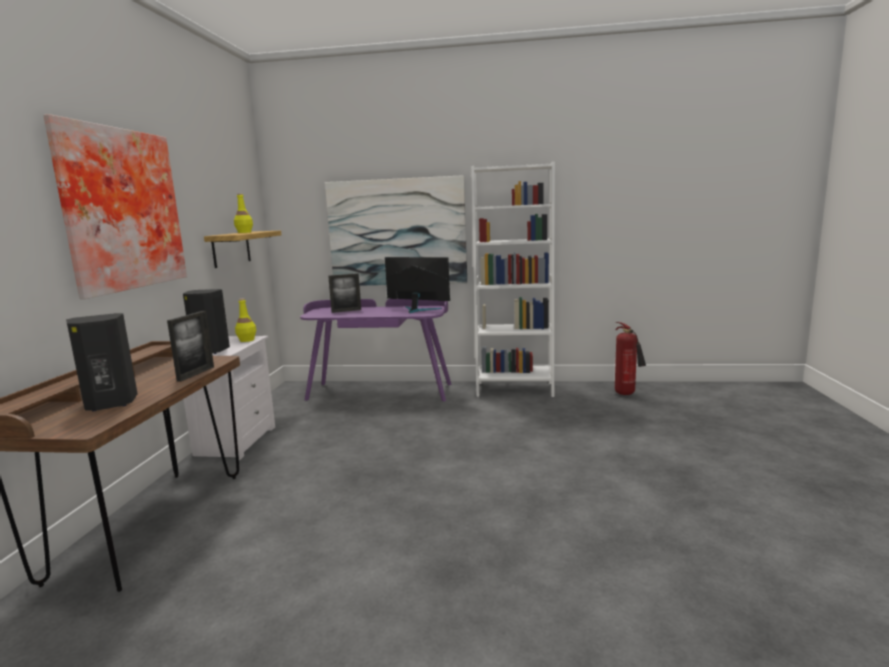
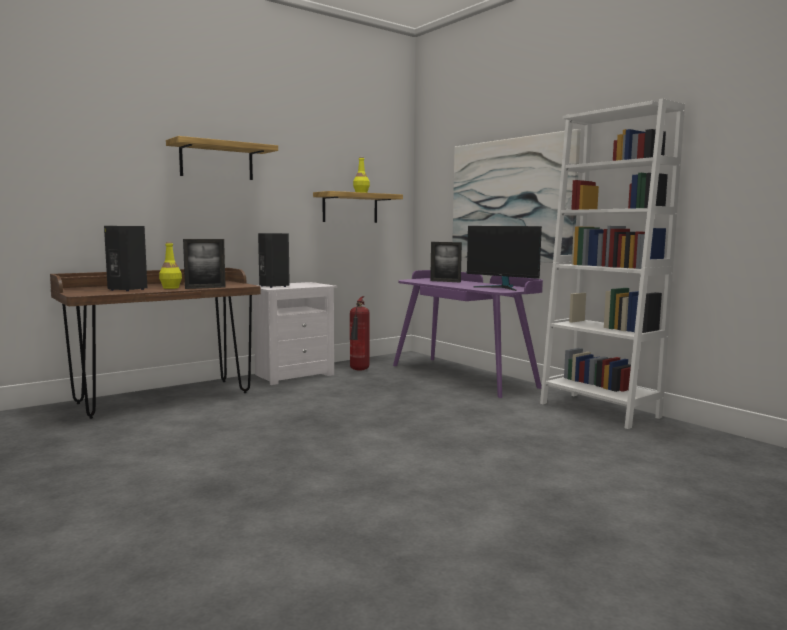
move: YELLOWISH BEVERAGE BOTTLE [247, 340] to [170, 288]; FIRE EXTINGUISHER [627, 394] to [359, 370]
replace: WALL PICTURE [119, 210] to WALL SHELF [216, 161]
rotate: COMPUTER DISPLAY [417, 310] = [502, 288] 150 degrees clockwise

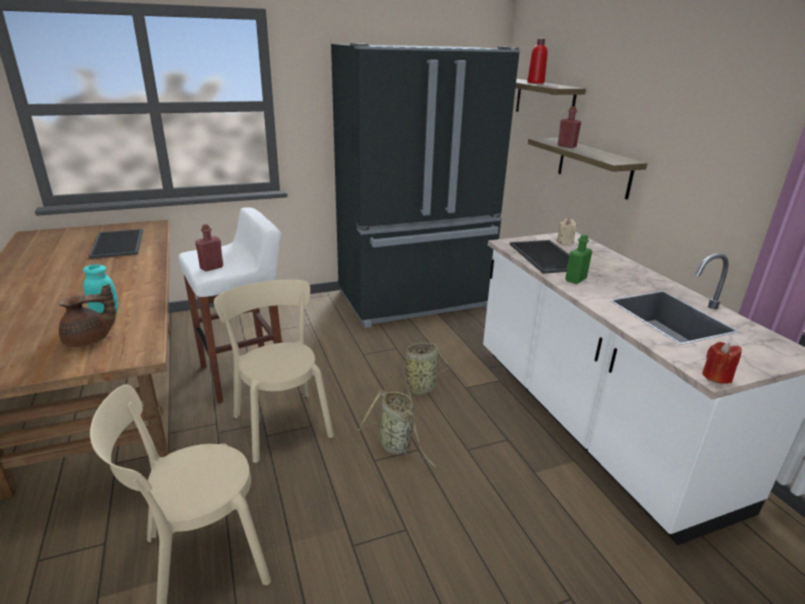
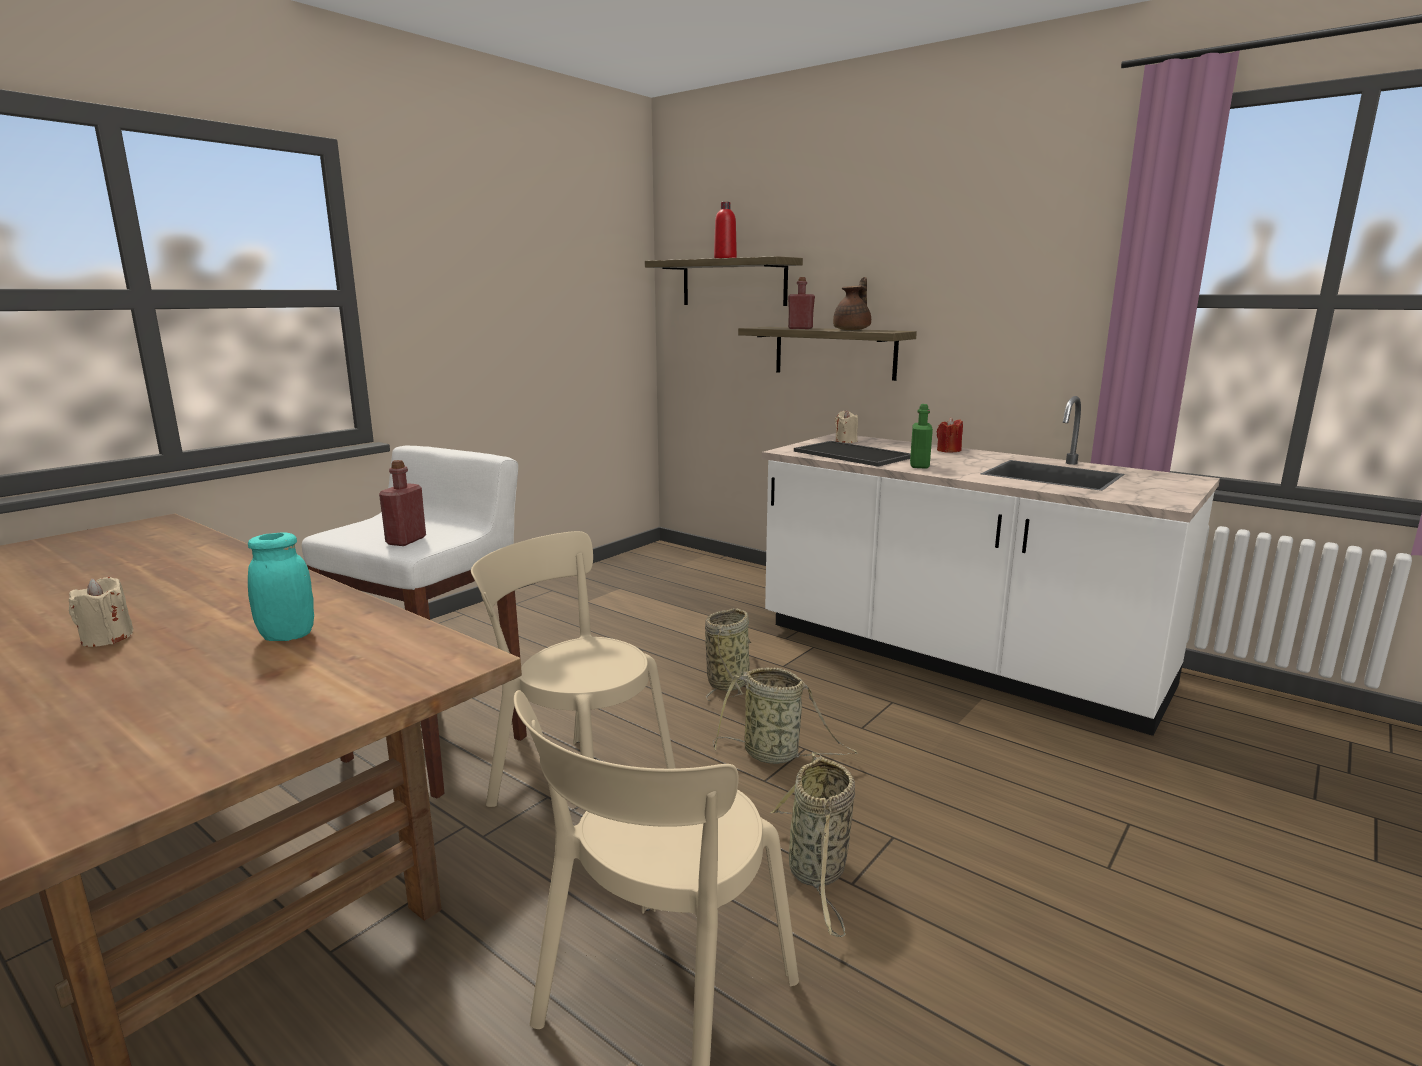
delete: BLACK KITCHEN FRIDGE [415, 300]; SERVING TRAY [119, 244]
insert: BEIGE-COLOURED WAX CANDLE [107, 638]; STORAGE BASKET [818, 873]
move: BROWNISH POT FOR TEA [90, 340] to [853, 329]; RED WAX CANDLE [716, 376] to [948, 451]

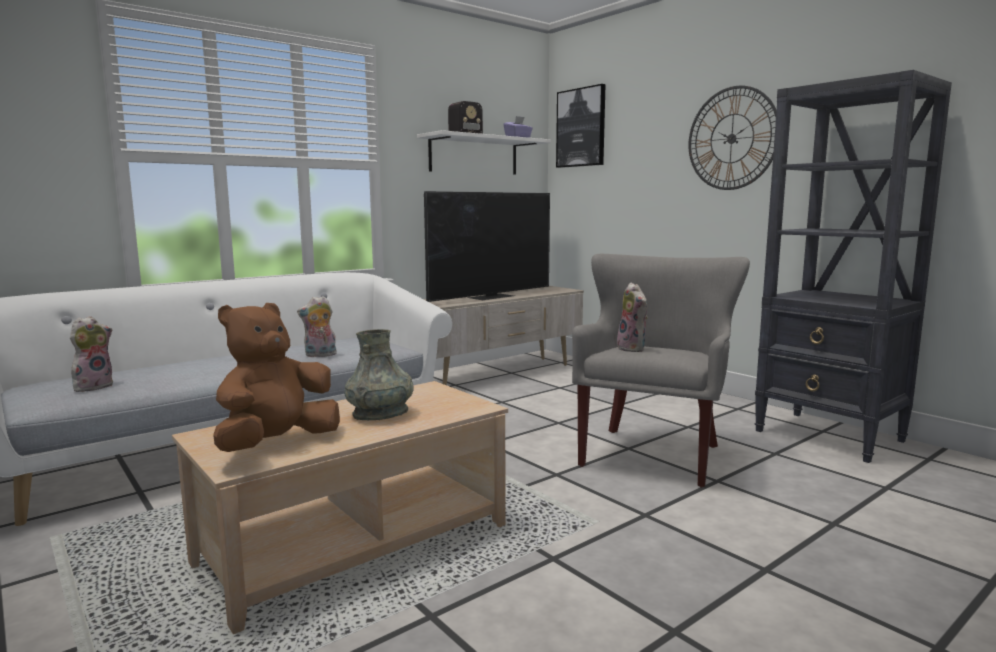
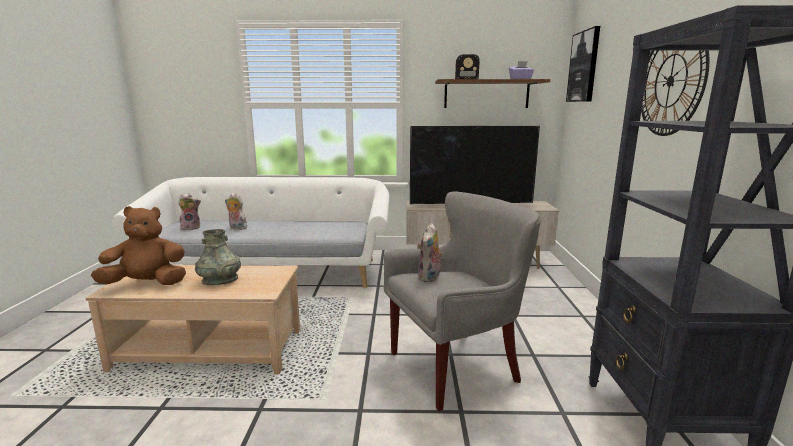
move: SOFT TOY [320, 355] to [237, 228]
recolor: WHITE-COLOURED WALL SHELF [474, 155] to BROWNISH WALL SHELF [486, 94]

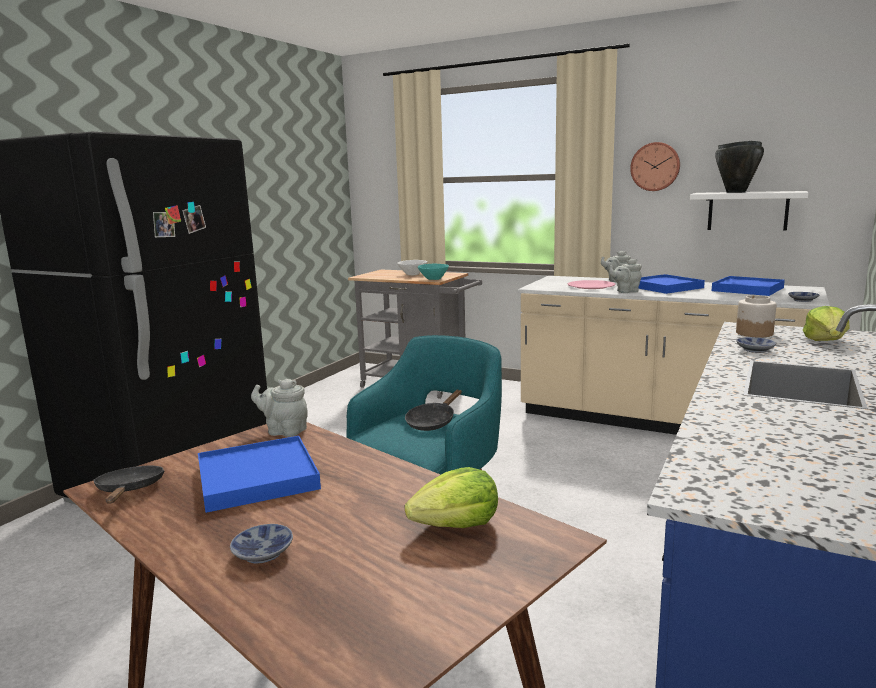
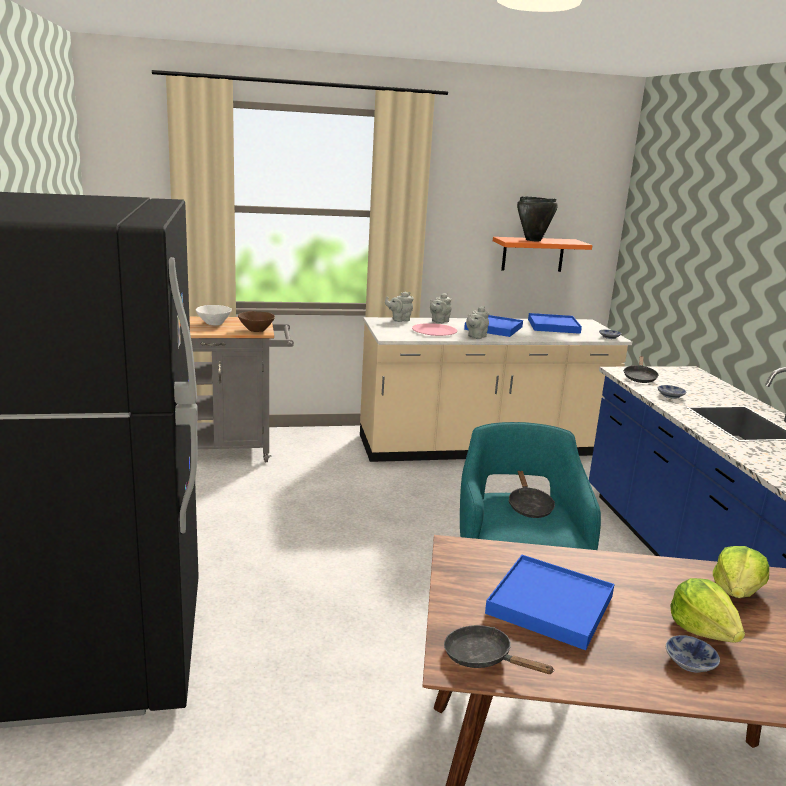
delete: CLOCK ON THE WALL [655, 166]
move: LETTUCE HEAD [826, 341] to [703, 629]; GREYISH POT FOR TEA [284, 431] to [399, 320]
replace: PRESERVE JAR [754, 333] to BLACK FRYING PAN [639, 377]
recolor: WHITE-COLOURED WALL SHELF [747, 211] to ORANGEY WALL SHELF [533, 254]; TURQUOISE DEEP DISH [433, 279] to BROWNISH DEEP DISH [256, 330]

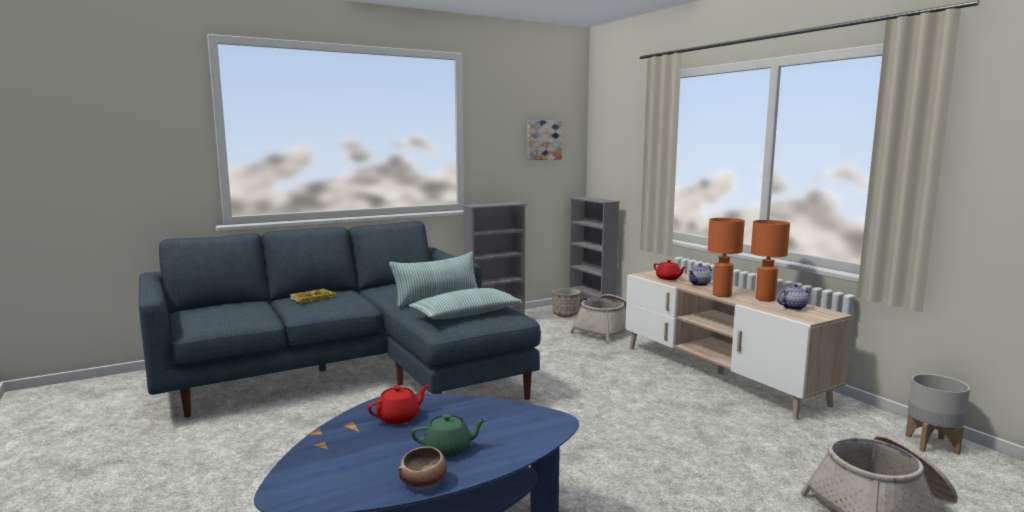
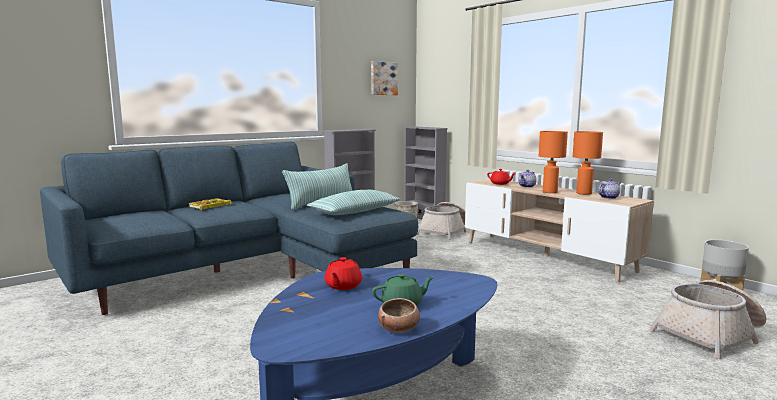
rotate: RED POT FOR TEA [399, 417] = [342, 286] 150 degrees clockwise

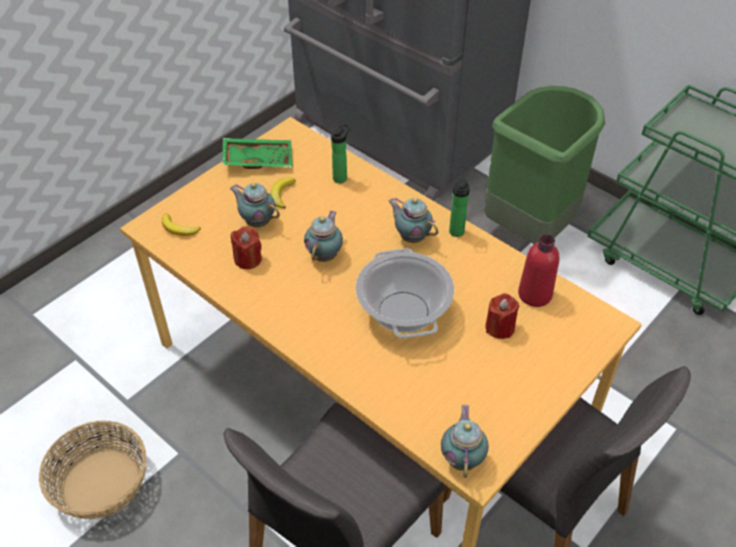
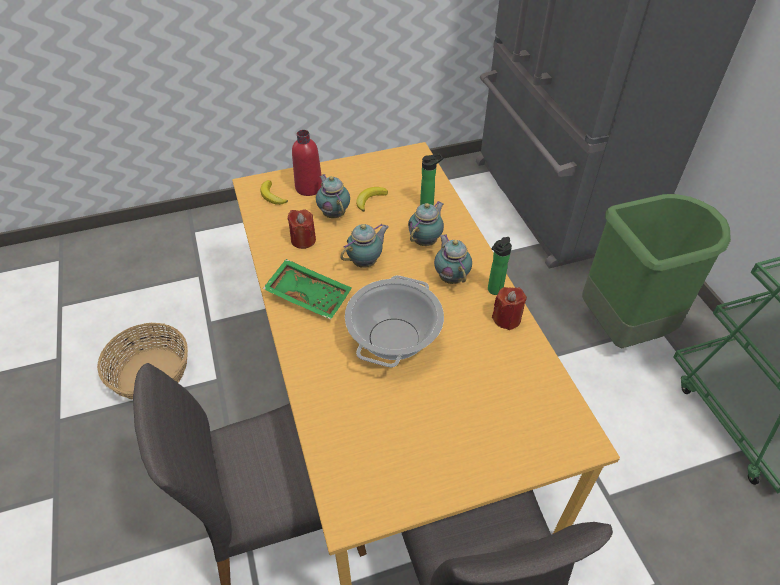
move: GREENISH SERVING TRAY [258, 159] to [309, 295]; RED BEVERAGE BOTTLE [535, 294] to [309, 187]; RED WAX CANDLE [499, 327] to [507, 319]; POT FOR TEA [462, 458] to [426, 241]

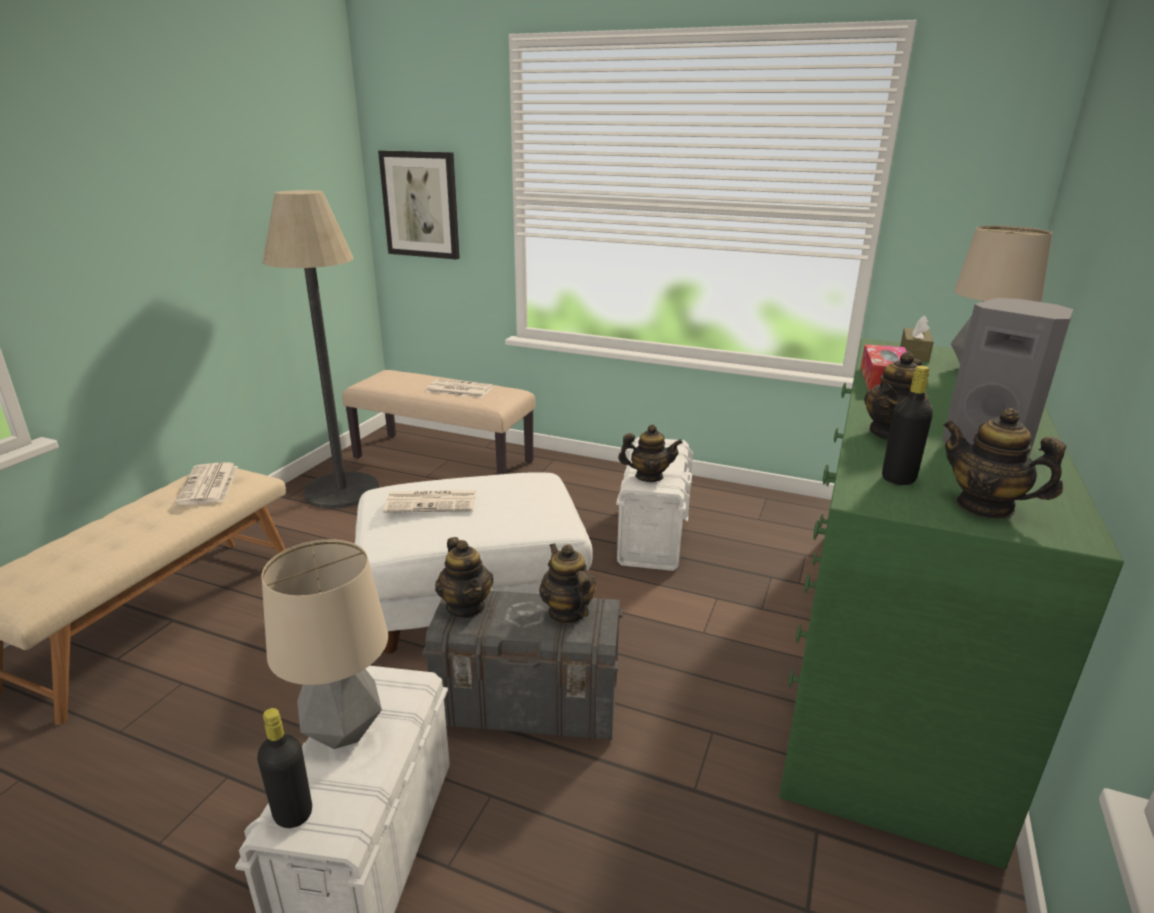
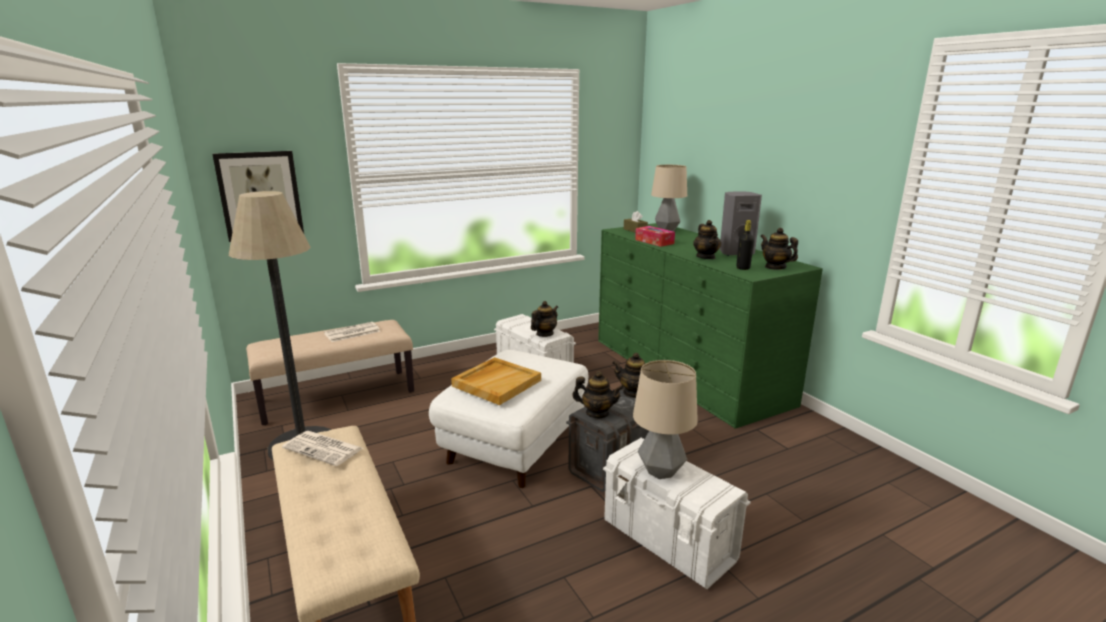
delete: BLACK BEVERAGE BOTTLE [293, 813]
replace: DAILY PAPER [432, 502] to BEIGE-COLOURED SERVING TRAY [496, 383]
rotate: POT FOR TEA [985, 506] = [775, 267] 60 degrees clockwise

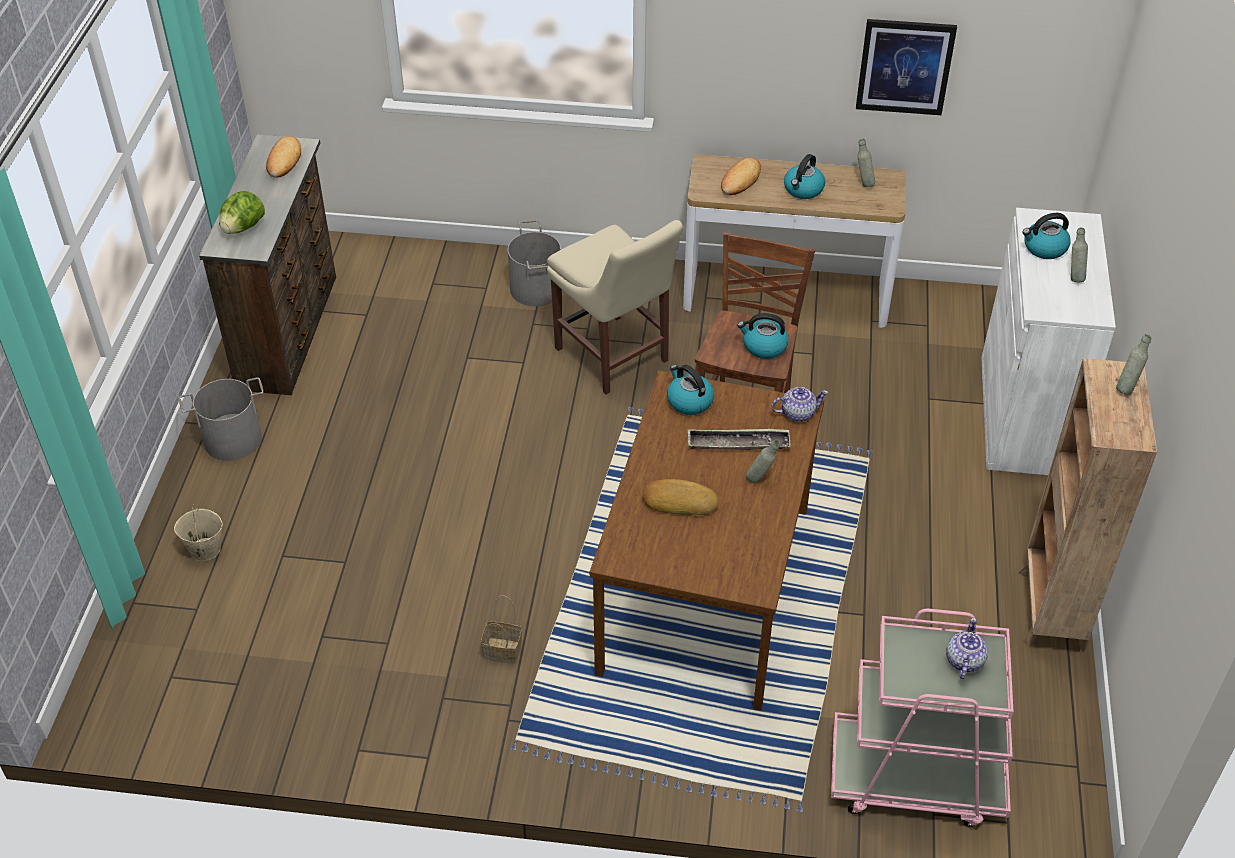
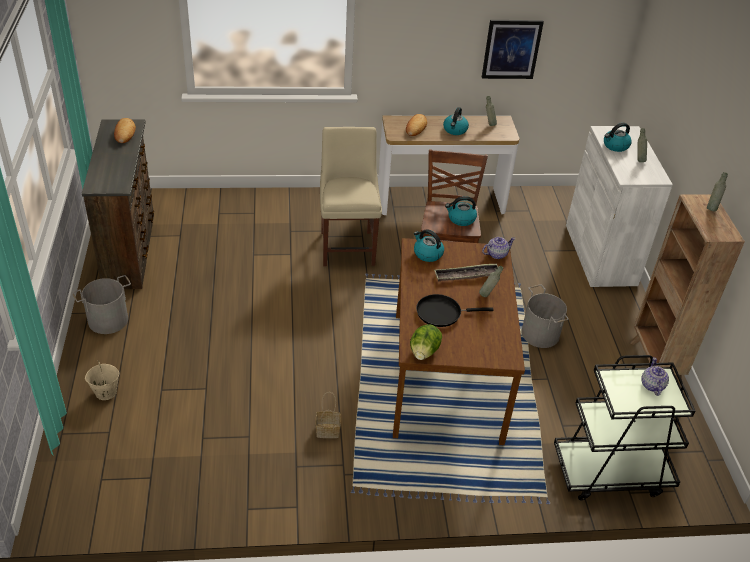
move: LETTUCE HEAD [243, 227] to [424, 352]; GREYISH BUCKET [537, 288] to [540, 334]
replace: BREAD [679, 501] to BLACK FRYING PAN [442, 313]
recolor: PINK TROLLEY [915, 777] to BLACK TROLLEY [611, 472]
rotate: BEIGE-COLOURED CHAIR [614, 358] = [347, 246] 135 degrees counterclockwise

